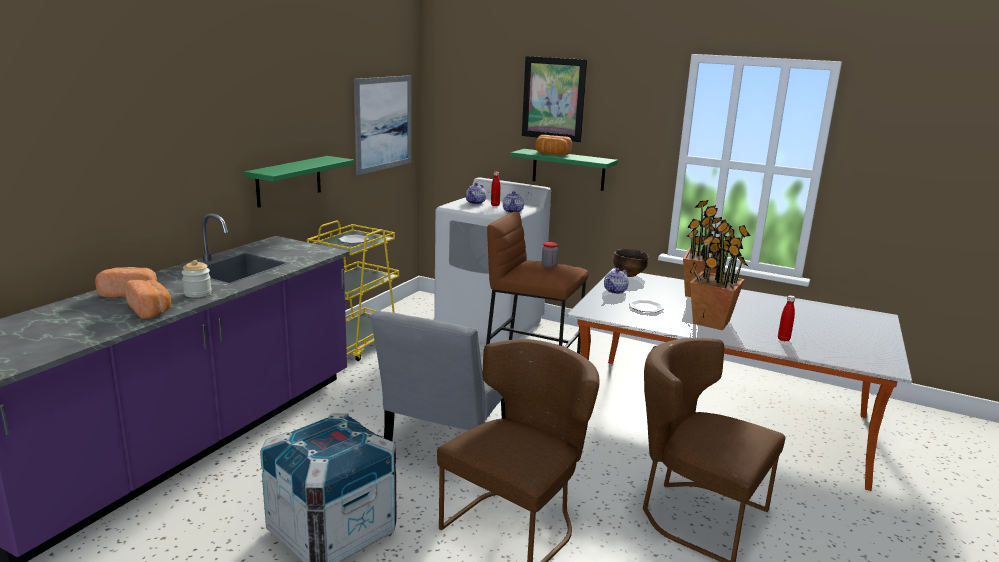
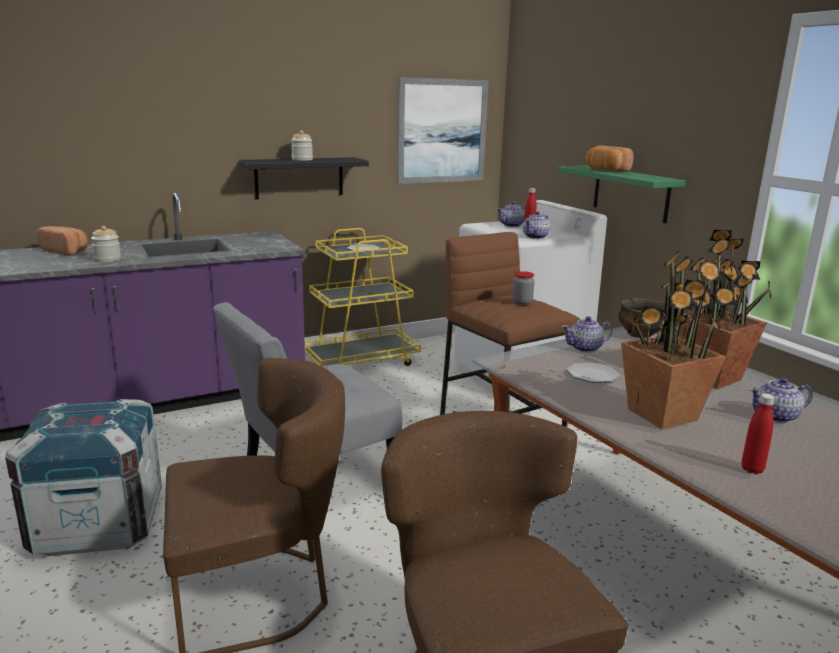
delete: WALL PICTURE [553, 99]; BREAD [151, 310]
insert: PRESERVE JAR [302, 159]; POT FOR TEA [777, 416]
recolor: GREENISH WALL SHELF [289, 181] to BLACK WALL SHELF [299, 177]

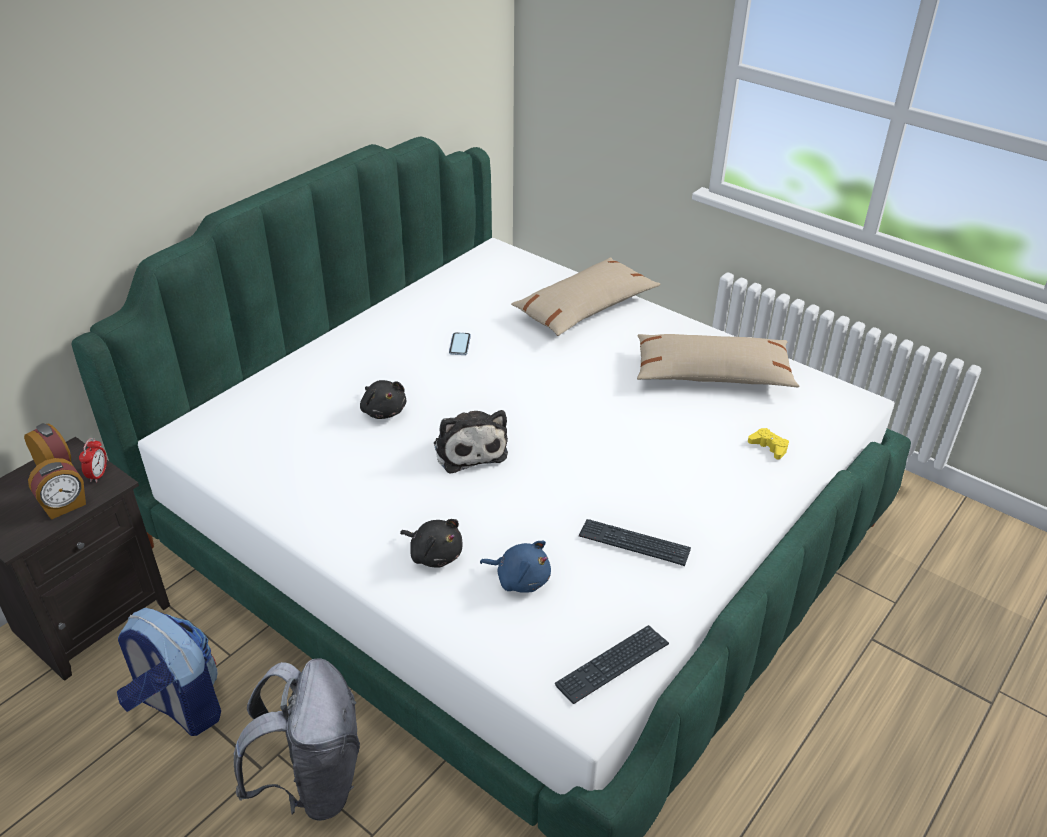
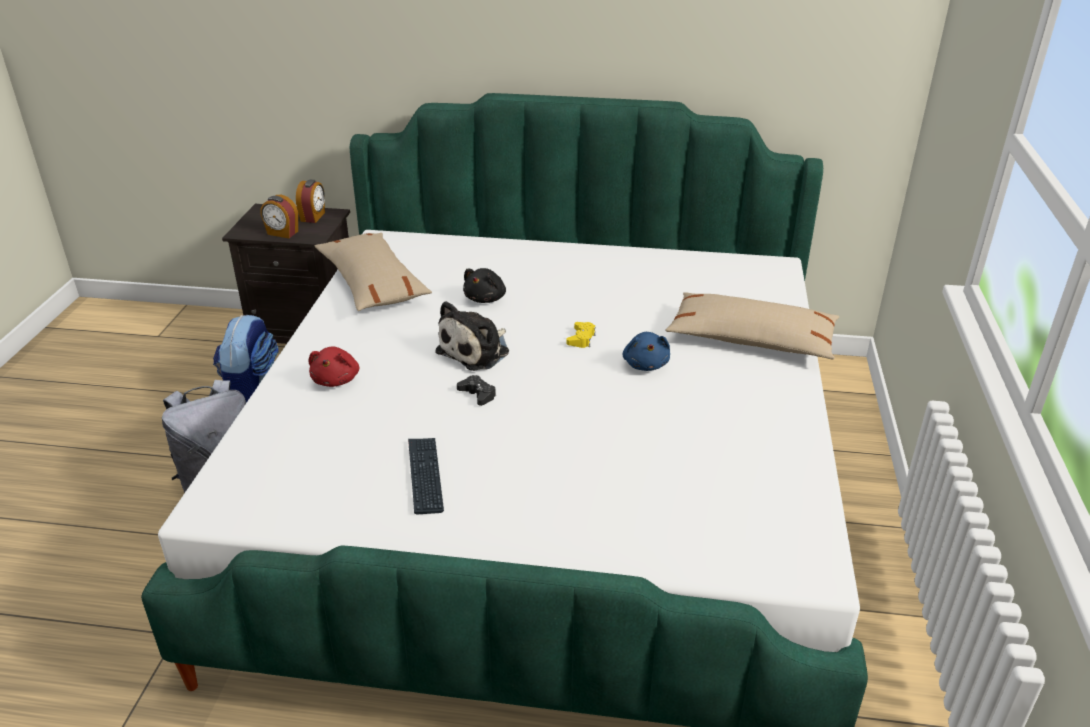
delete: PHONE [460, 345]; ALARM CLOCK [98, 475]; PC KEYBOARD [612, 665]
insert: BLACK JOYPAD [477, 394]
move: BEIGE-COLOURED PILLOW [712, 374] to [372, 283]; YELLOWISH JOYPAD [769, 447] to [581, 339]; BLUE-COLOURED SOFT TOY [520, 579] to [645, 364]
recolor: BLACK SOFT TOY [434, 554] to RED SOFT TOY [336, 379]

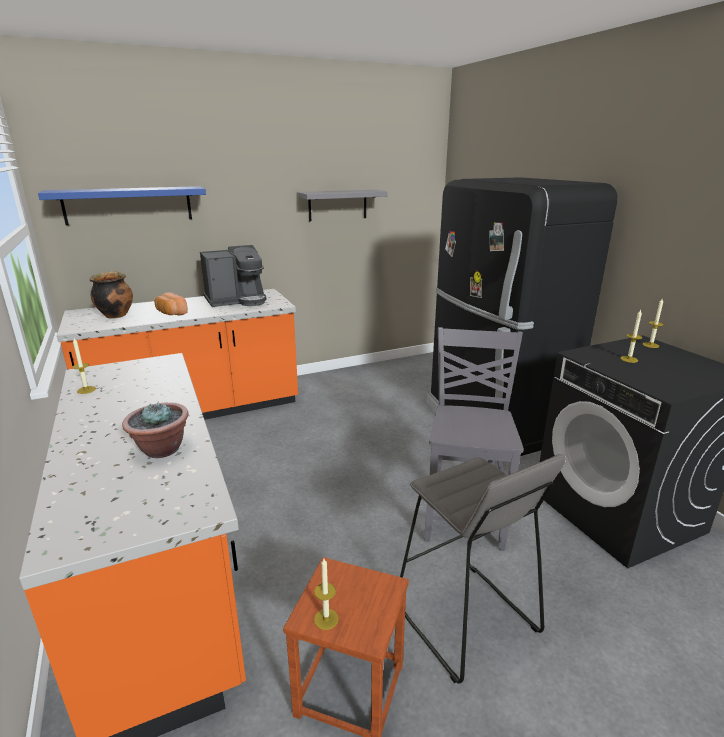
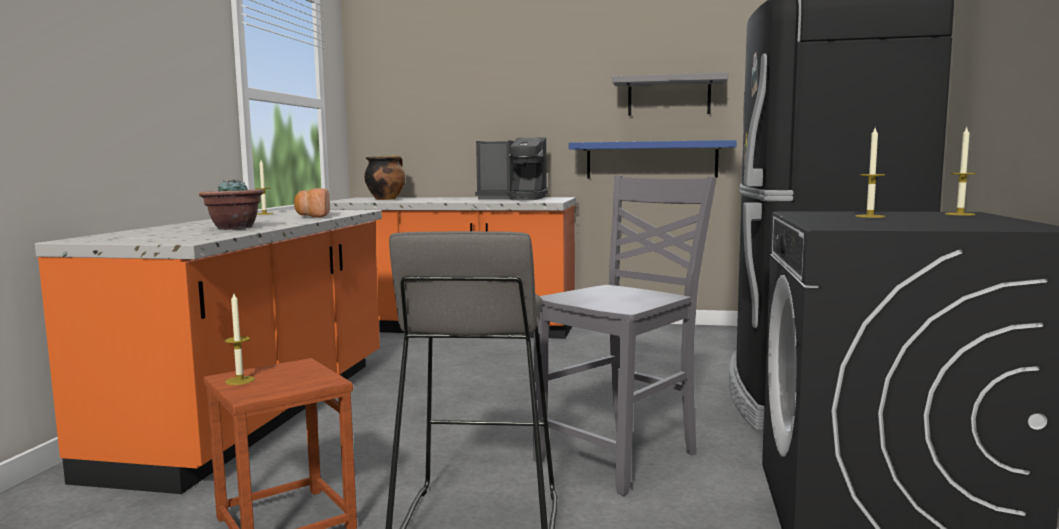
move: BLUE-COLOURED WALL SHELF [128, 205] to [651, 160]; BREAD [170, 313] to [312, 216]

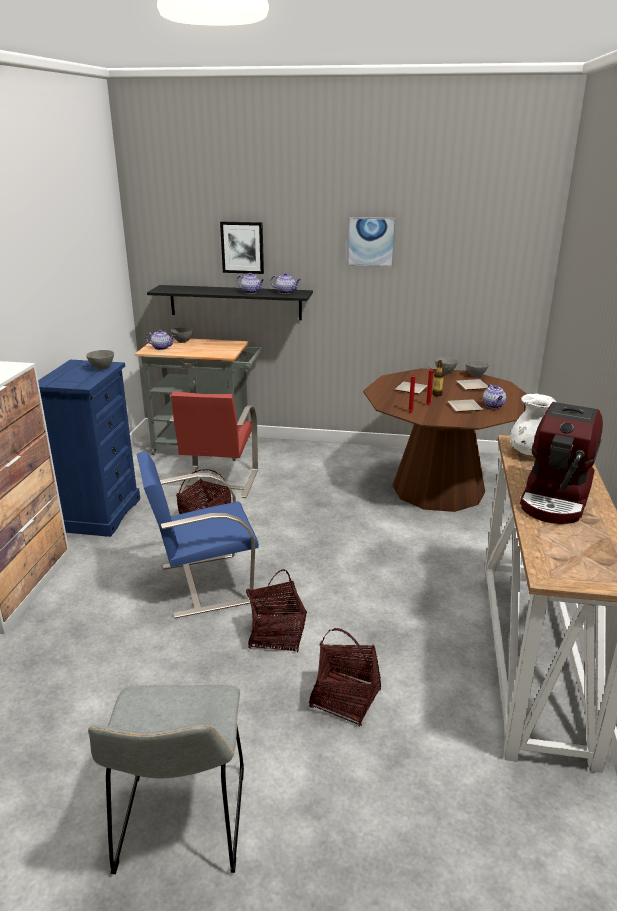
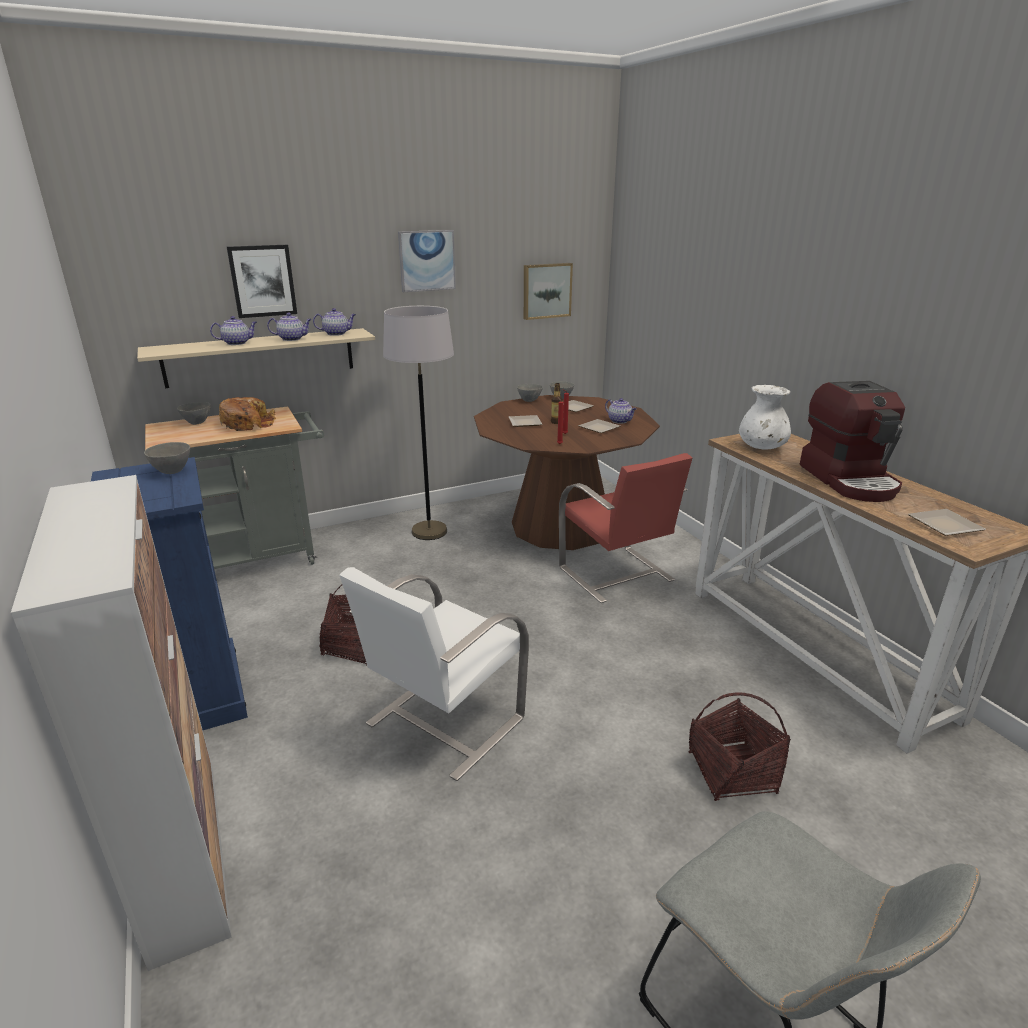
delete: STORAGE BASKET [276, 635]
insert: WALL PICTURE [546, 290]; GREYISH FLOOR LAMP [429, 532]; BREAD [248, 423]; PLATE [944, 526]
move: POT FOR TEA [162, 348] to [237, 343]; RED CHAIR [217, 482] to [616, 575]
recolor: BLACK WALL SHELF [235, 302] to BEIGE-COLOURED WALL SHELF [260, 357]; BLUE-COLOURED CHAIR [203, 584] to WHITE-COLOURED CHAIR [442, 722]

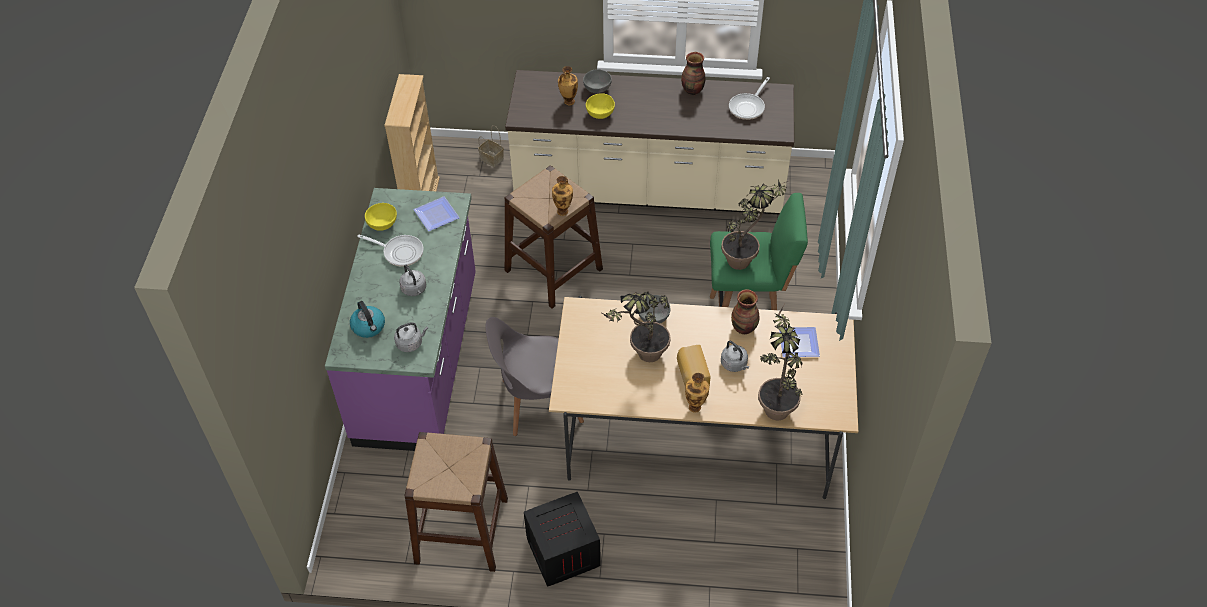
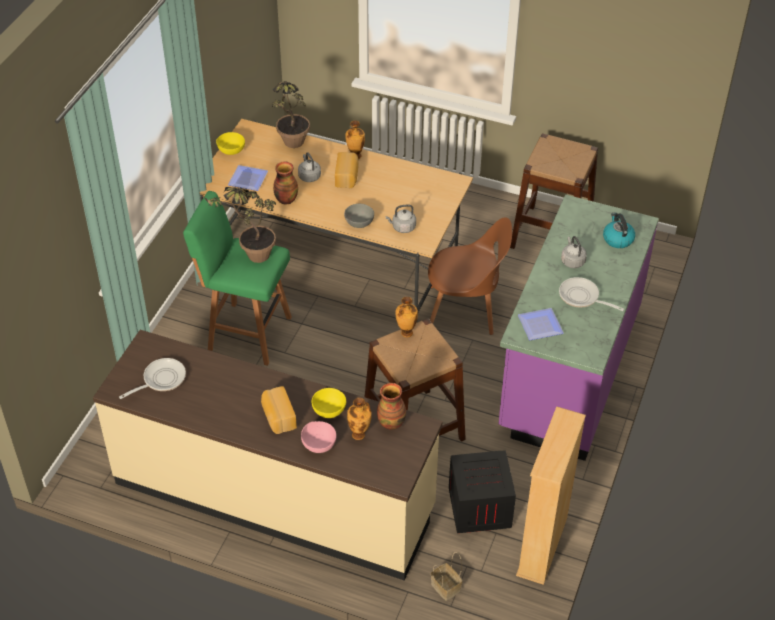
delete: POTTED PLANT [641, 356]
insert: BREAD [278, 417]
move: VASE [692, 90] to [391, 422]; YELLOWISH DEEP DISH [383, 224] to [230, 150]; GREYISH WATER KETTLE [411, 343] to [402, 227]; PACKING CRATE [563, 551] to [479, 508]
recolor: GREYISH DEEP DISH [597, 89] to PINK DEEP DISH [319, 444]; GREYISH CHAIR [538, 402] to BROWNISH CHAIR [465, 310]

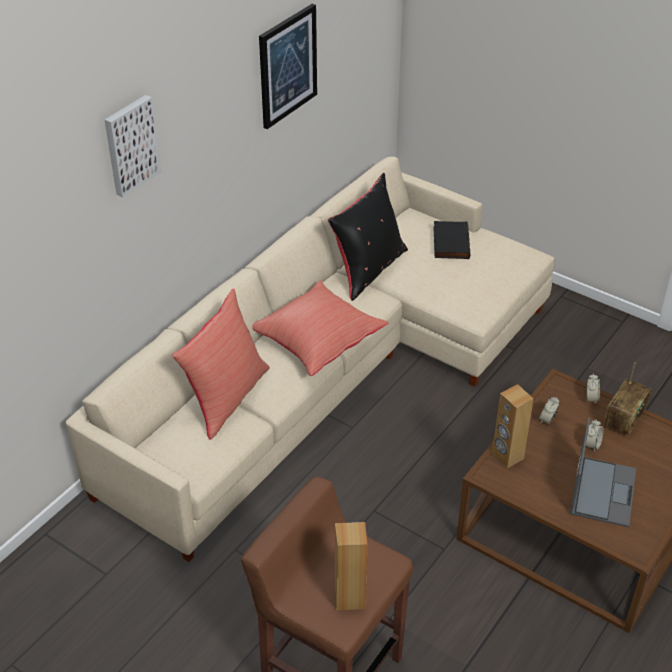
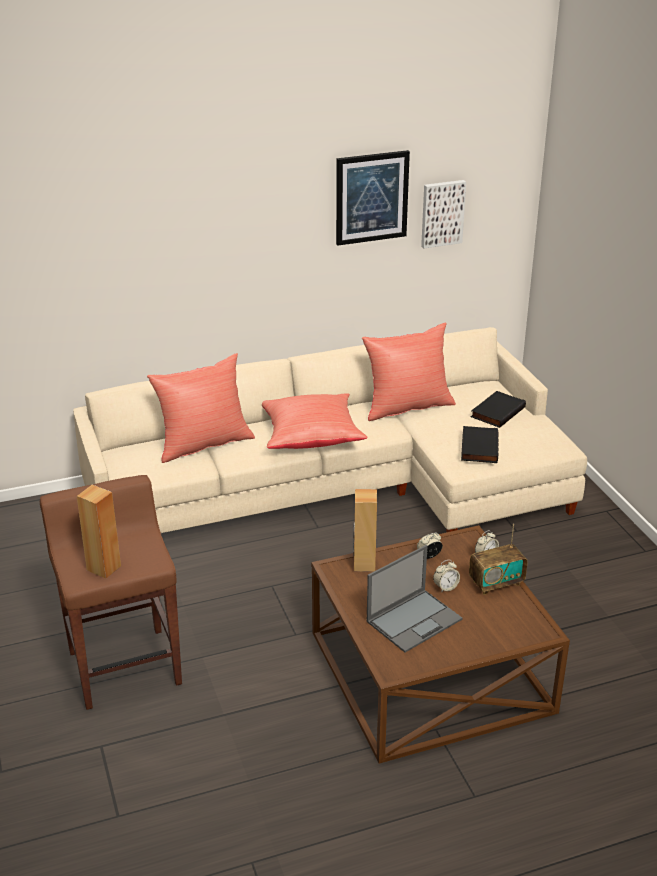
insert: BLACK BOOK [478, 447]
move: WALL PICTURE [130, 145] to [442, 213]
recolor: BLACK PILLOW [368, 269] to RED PILLOW [407, 406]

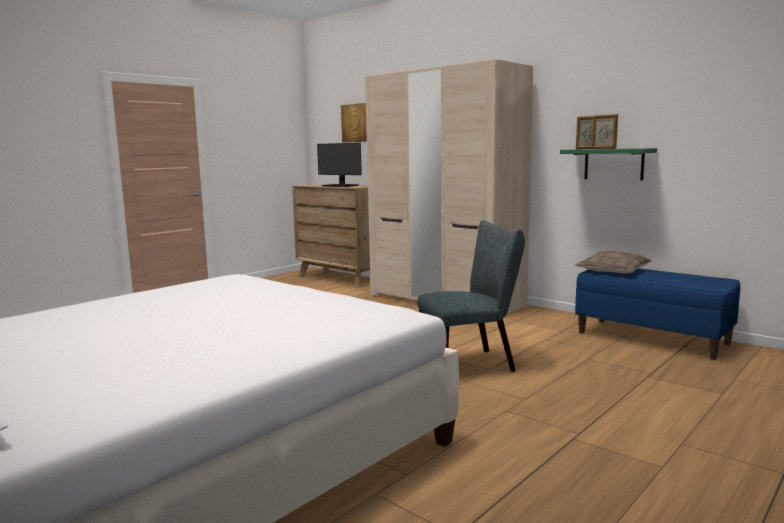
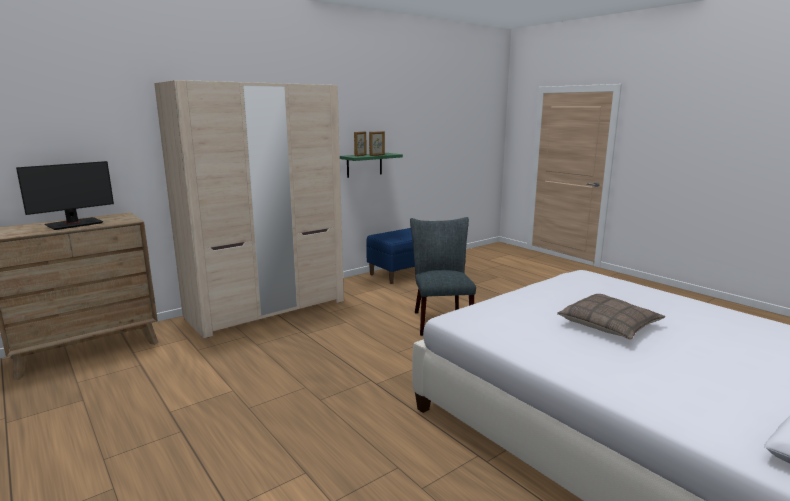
delete: WALL PICTURE [356, 123]
move: PILLOW [612, 271] to [609, 325]

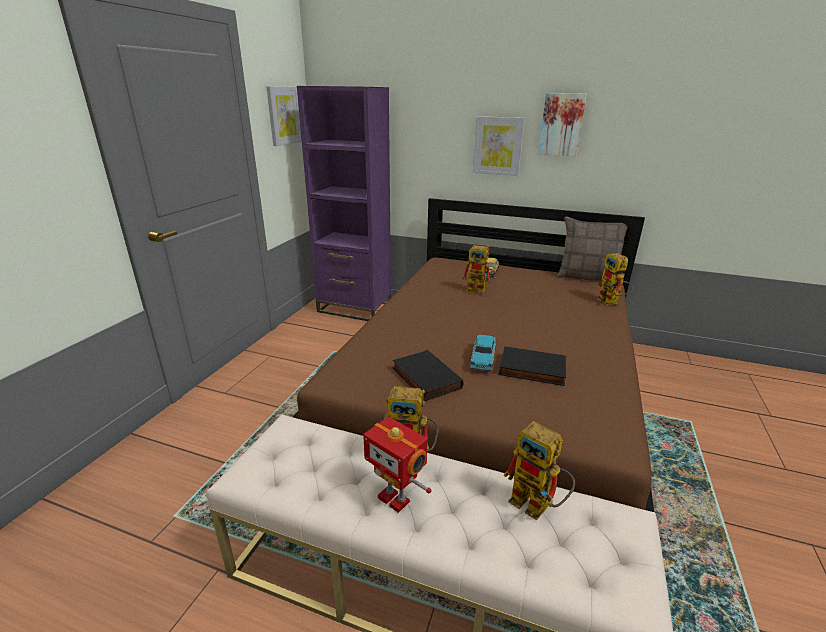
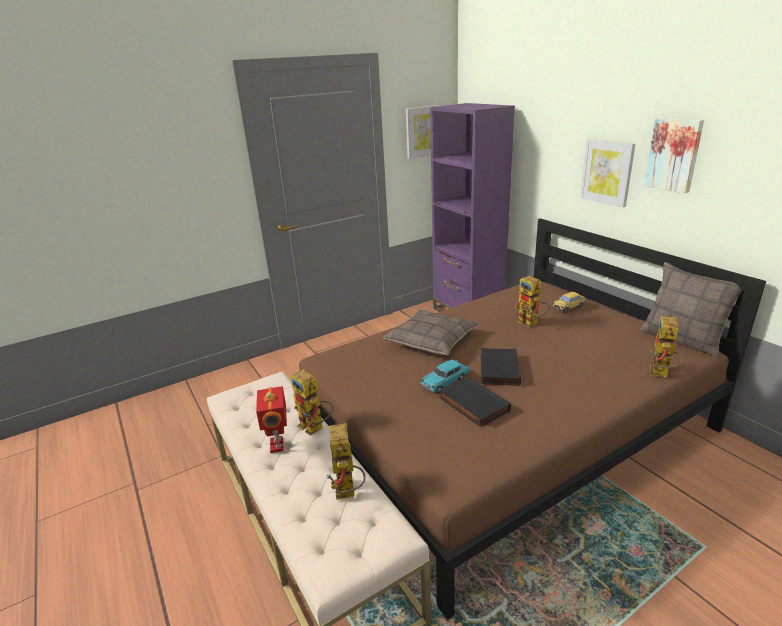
insert: PILLOW [432, 340]
move: BLACK BOOK [424, 378] to [498, 369]

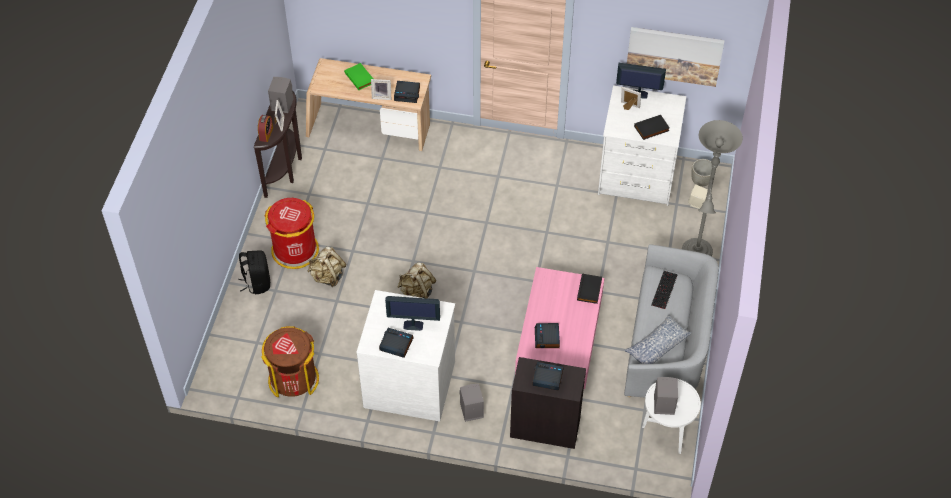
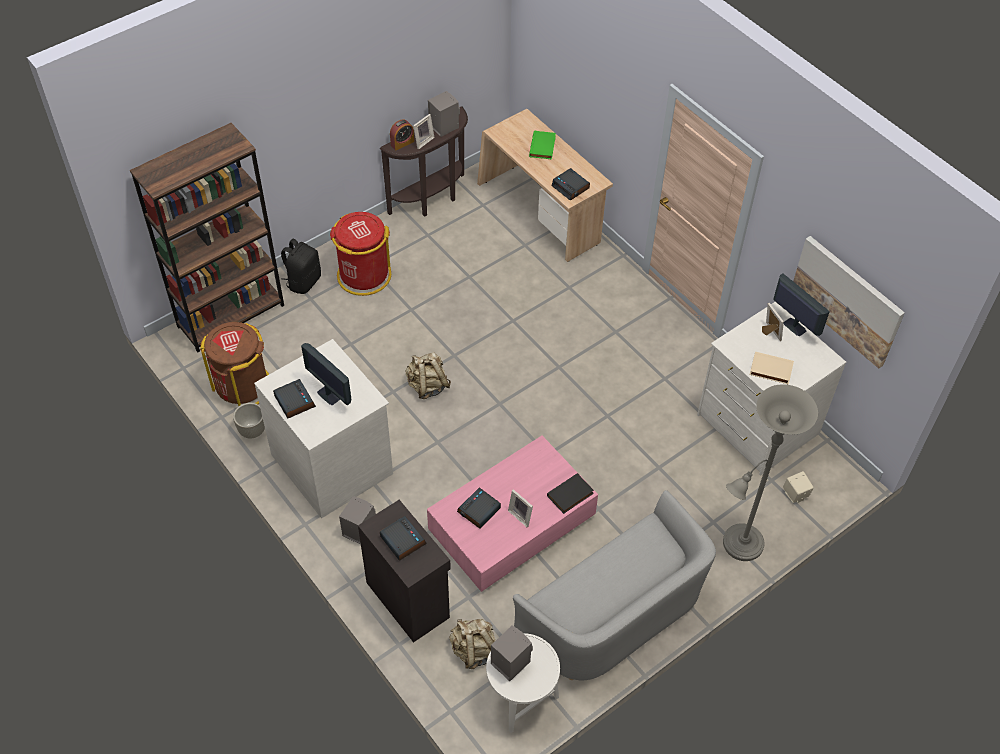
delete: PC KEYBOARD [664, 290]; PILLOW [657, 346]
insert: BROWNISH SHELVING UNIT [231, 315]
move: PICTURE FRAME [382, 96] to [521, 515]; GREYISH FLOWER POT [701, 181] to [252, 431]; BEIGE-COLOURED BACKPACK [328, 276] to [474, 650]
recolor: BLACK BOOK [651, 129] to BEIGE-COLOURED BOOK [770, 370]

